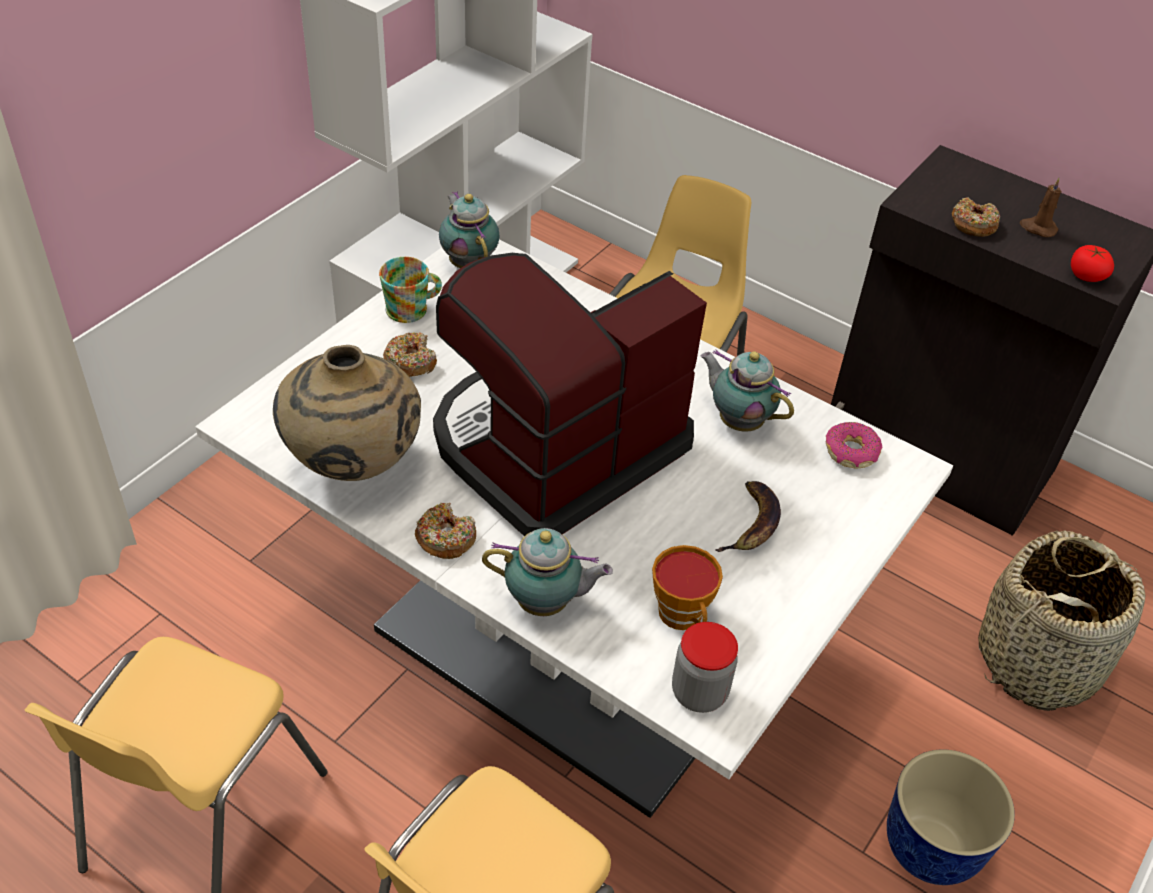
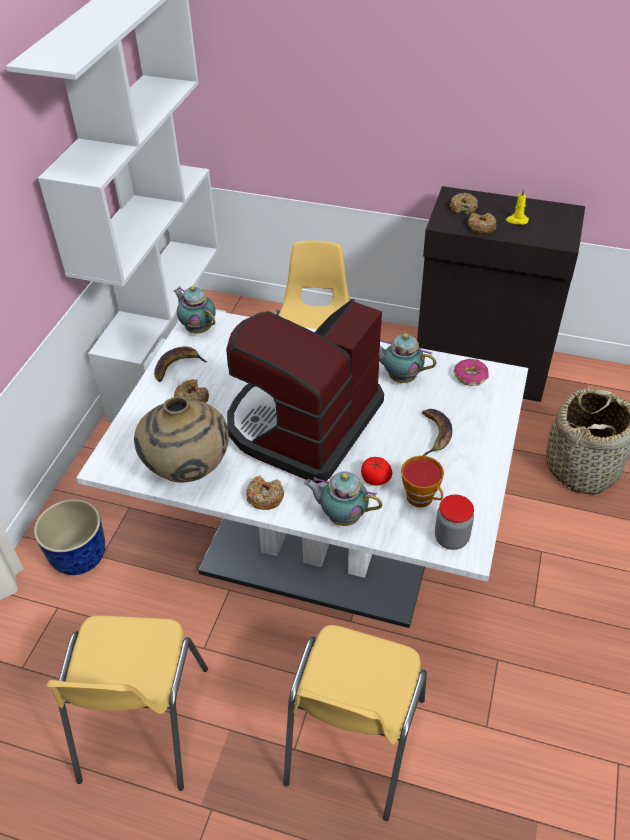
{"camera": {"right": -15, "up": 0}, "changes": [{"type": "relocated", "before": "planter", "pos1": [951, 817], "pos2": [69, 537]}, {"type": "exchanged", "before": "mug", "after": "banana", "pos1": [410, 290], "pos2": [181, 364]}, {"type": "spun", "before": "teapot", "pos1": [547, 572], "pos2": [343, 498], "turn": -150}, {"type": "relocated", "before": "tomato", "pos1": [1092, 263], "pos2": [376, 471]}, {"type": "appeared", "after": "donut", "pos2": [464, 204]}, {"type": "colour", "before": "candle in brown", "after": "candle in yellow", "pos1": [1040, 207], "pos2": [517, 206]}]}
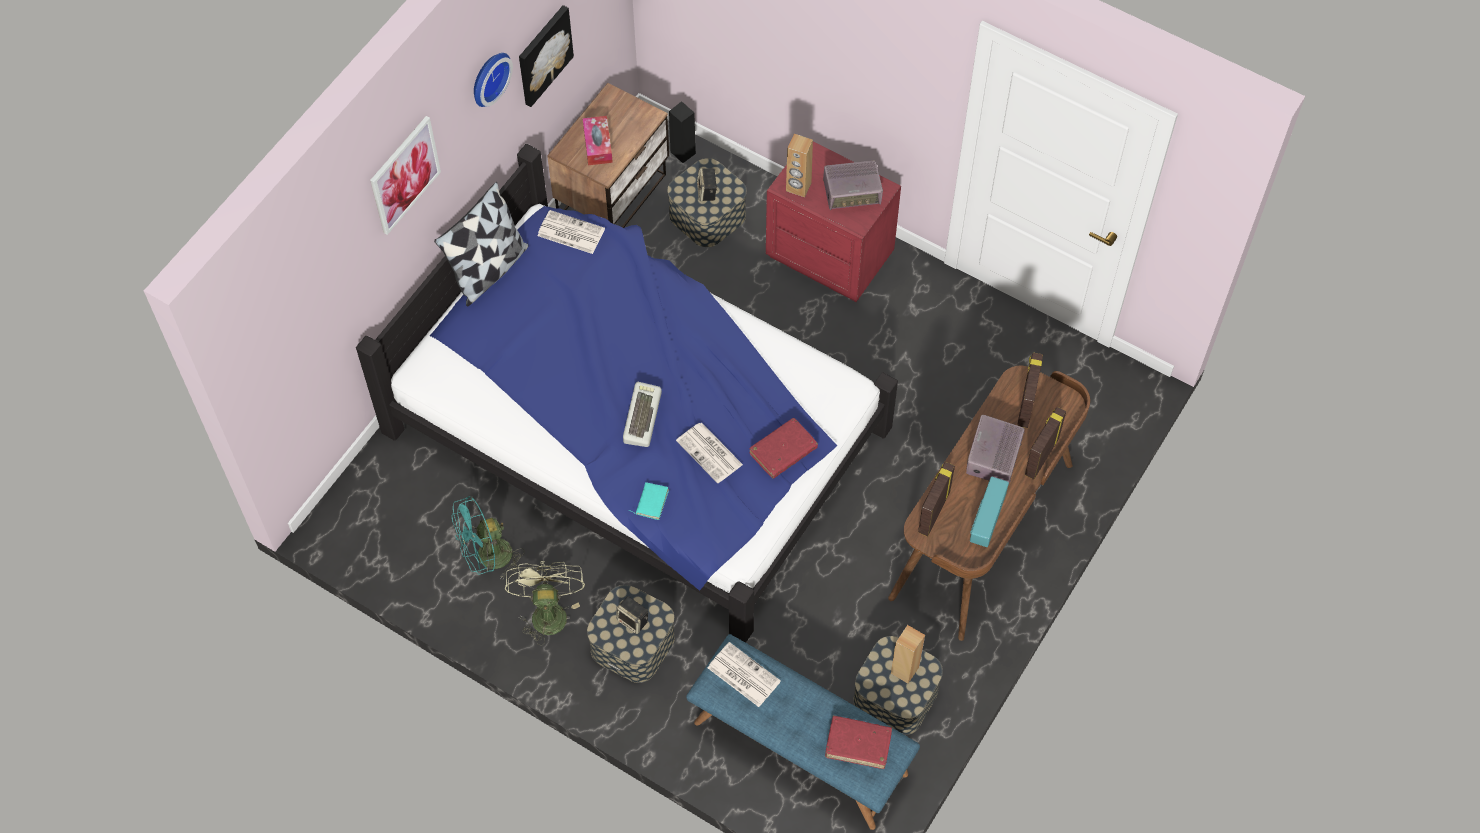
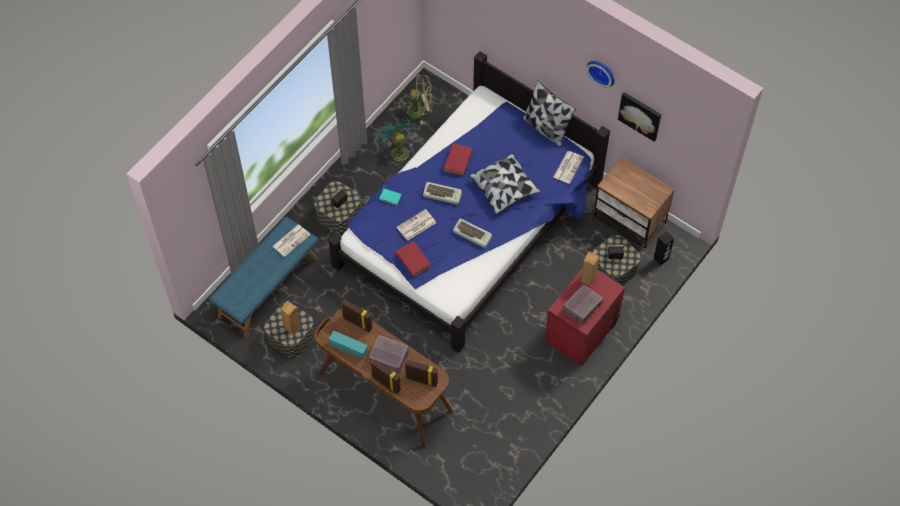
{"camera": {"right": 95, "up": 0}, "changes": [{"type": "relocated", "before": "fan in green", "pos1": [545, 603], "pos2": [417, 99]}, {"type": "relocated", "before": "book in red", "pos1": [858, 742], "pos2": [458, 159]}, {"type": "appeared", "after": "keyboard", "pos2": [472, 233]}, {"type": "appeared", "after": "pillow", "pos2": [505, 183]}, {"type": "spun", "before": "radio", "pos1": [853, 185], "pos2": [583, 305], "turn": -135}, {"type": "missing", "before": "picture", "pos1": [405, 175]}, {"type": "missing", "before": "tissue box", "pos1": [597, 140]}]}
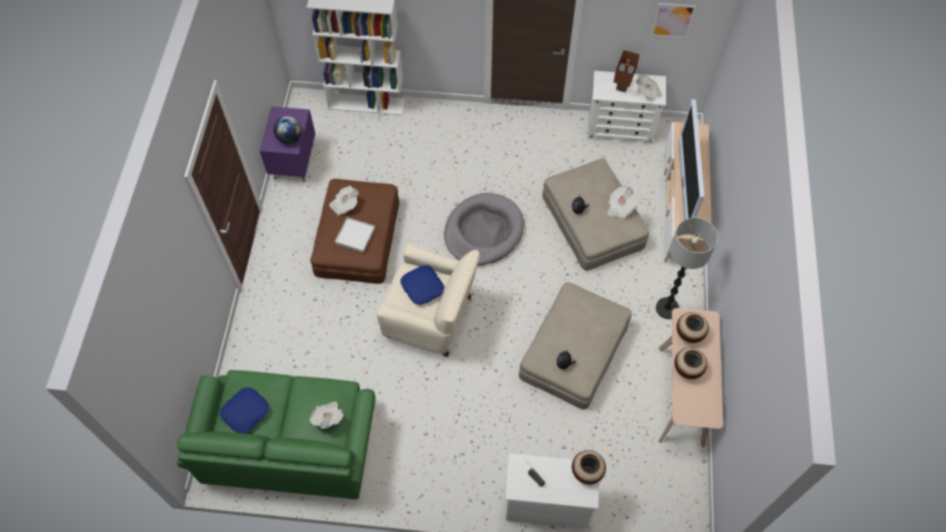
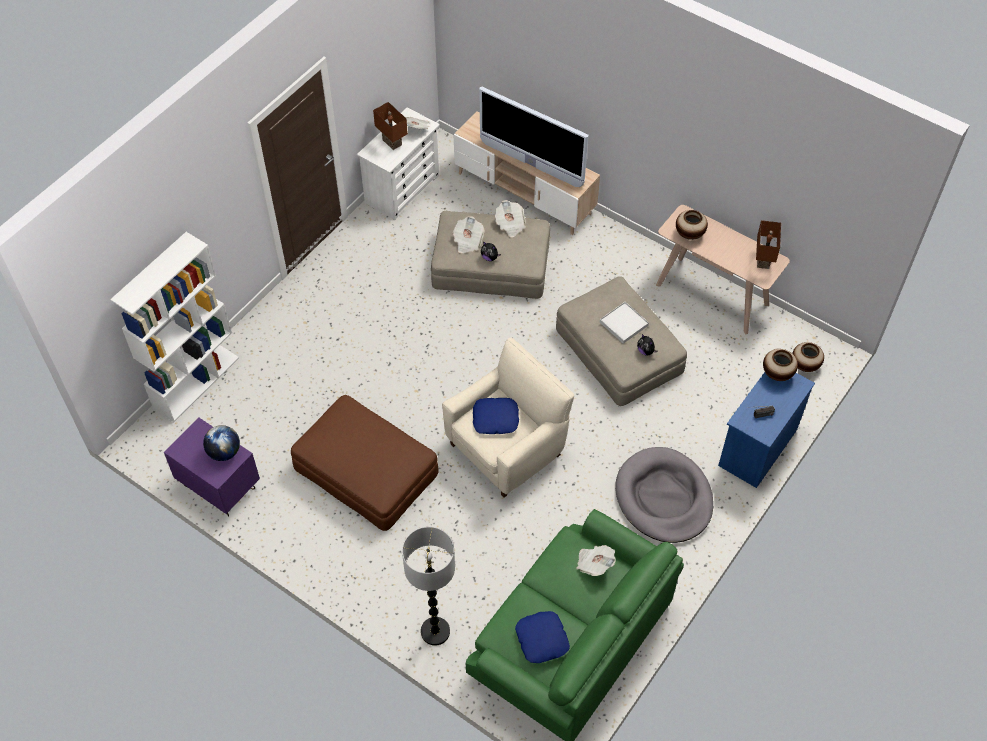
{"camera": {"right": -60, "up": -5}, "changes": [{"type": "relocated", "before": "floor lamp", "pos1": [687, 268], "pos2": [428, 586]}, {"type": "relocated", "before": "newspaper", "pos1": [344, 201], "pos2": [469, 234]}, {"type": "relocated", "before": "tray in white", "pos1": [355, 235], "pos2": [624, 323]}, {"type": "relocated", "before": "dog bed in grey", "pos1": [484, 229], "pos2": [664, 495]}, {"type": "colour", "before": "dresser in white", "after": "dresser in blue", "pos1": [552, 491], "pos2": [766, 430]}, {"type": "appeared", "after": "table lamp in brown", "pos2": [768, 244]}, {"type": "relocated", "before": "vase", "pos1": [690, 363], "pos2": [808, 357]}, {"type": "missing", "before": "picture", "pos1": [673, 20]}]}
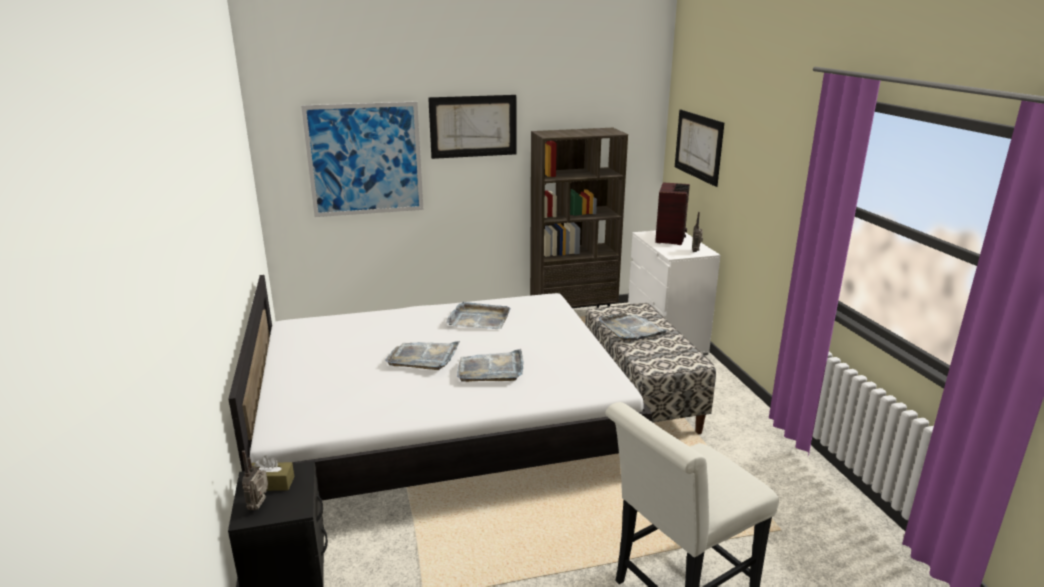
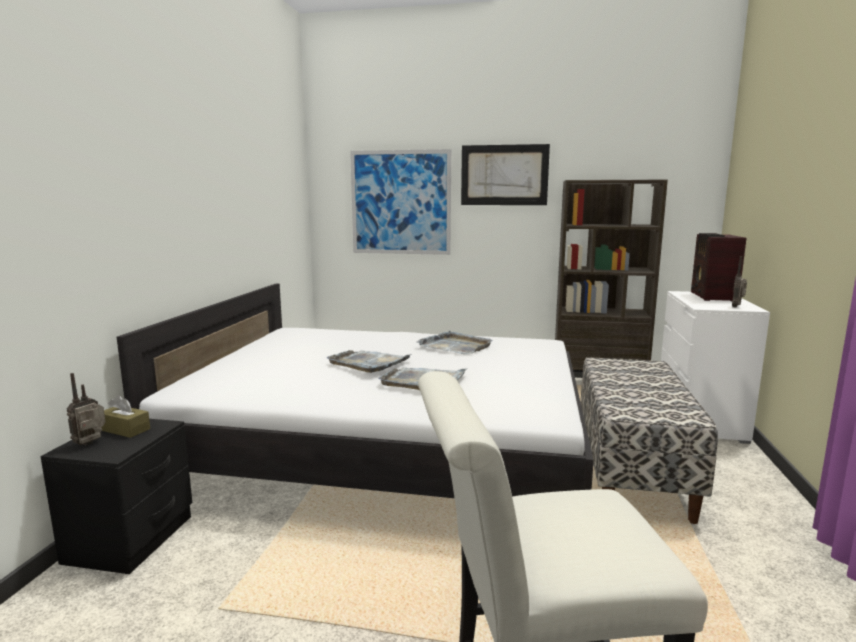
{"camera": {"right": 25, "up": -10}, "changes": [{"type": "spun", "before": "radio", "pos1": [672, 213], "pos2": [718, 267], "turn": 150}, {"type": "missing", "before": "tray in grey", "pos1": [634, 327]}, {"type": "missing", "before": "picture", "pos1": [699, 148]}]}
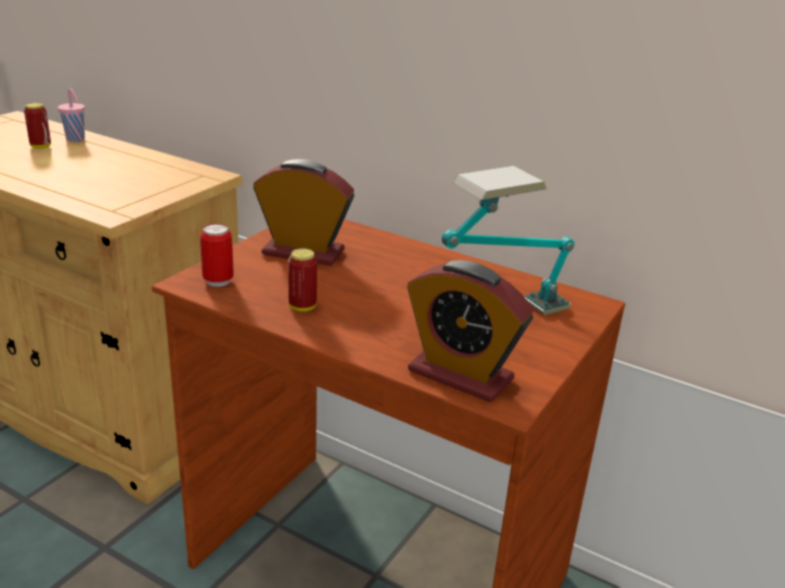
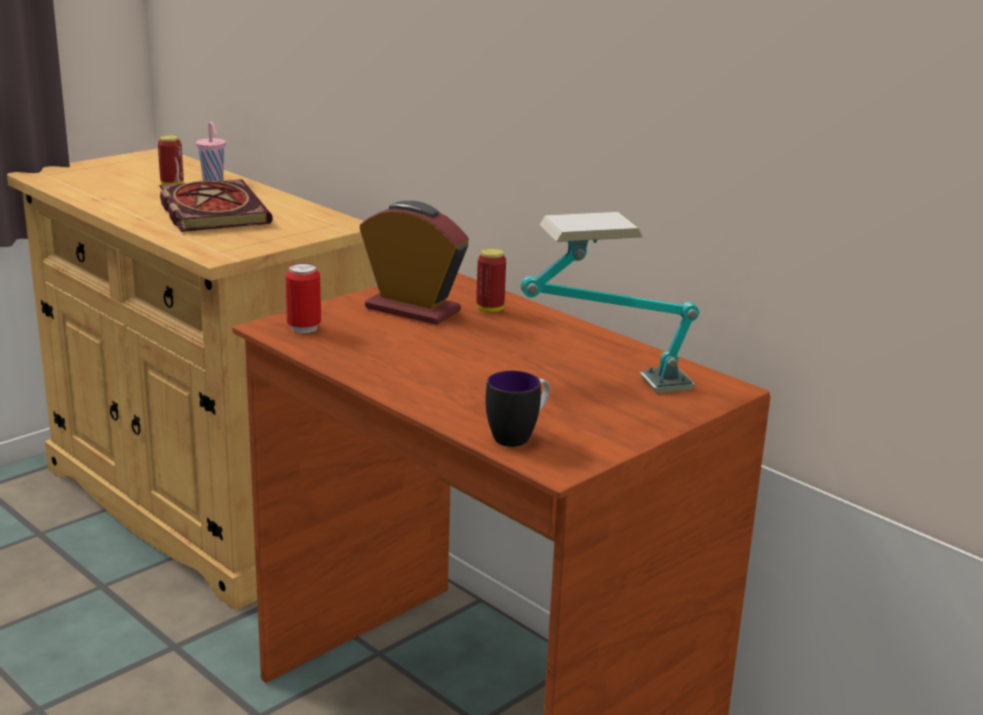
{"camera": {"right": 15, "up": -5}, "changes": [{"type": "appeared", "after": "book", "pos2": [216, 205]}, {"type": "relocated", "before": "can", "pos1": [302, 280], "pos2": [491, 280]}, {"type": "exchanged", "before": "alarm clock", "after": "mug", "pos1": [470, 331], "pos2": [518, 409]}]}
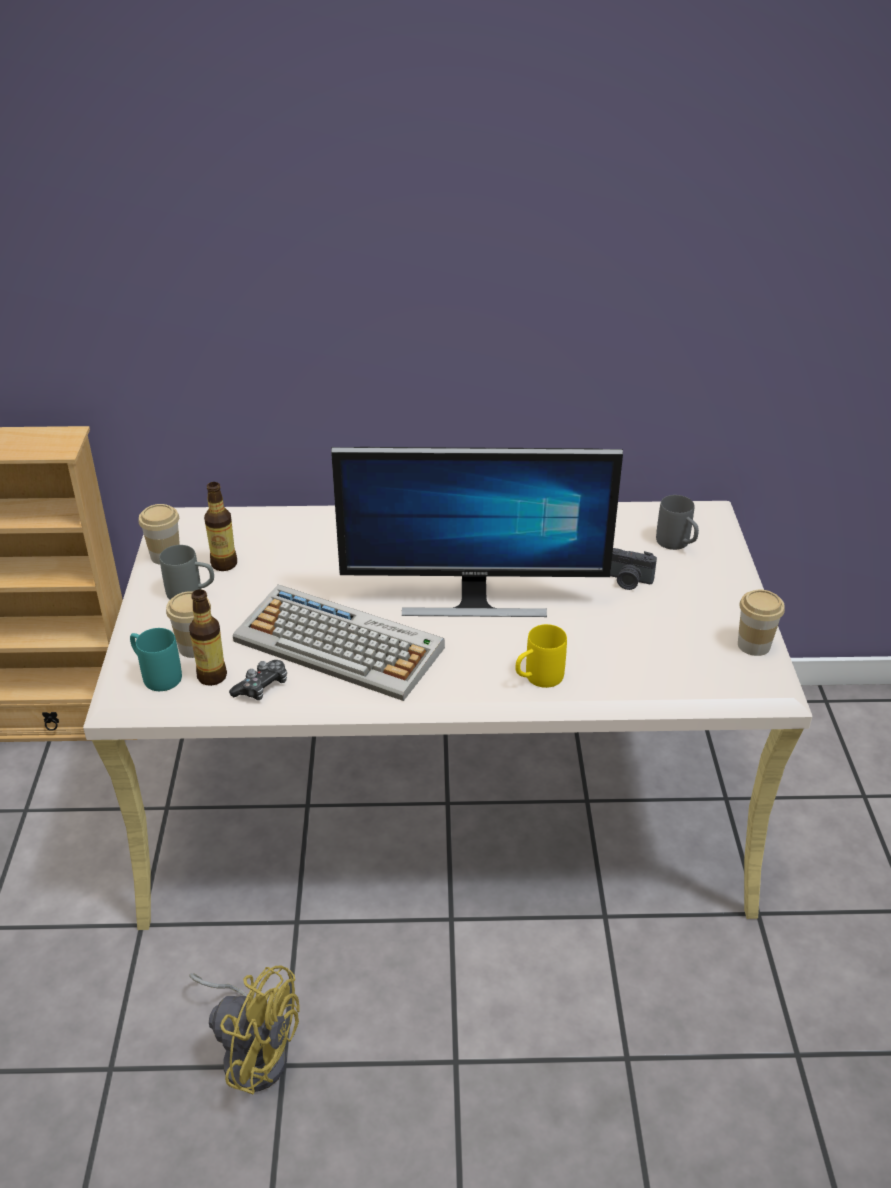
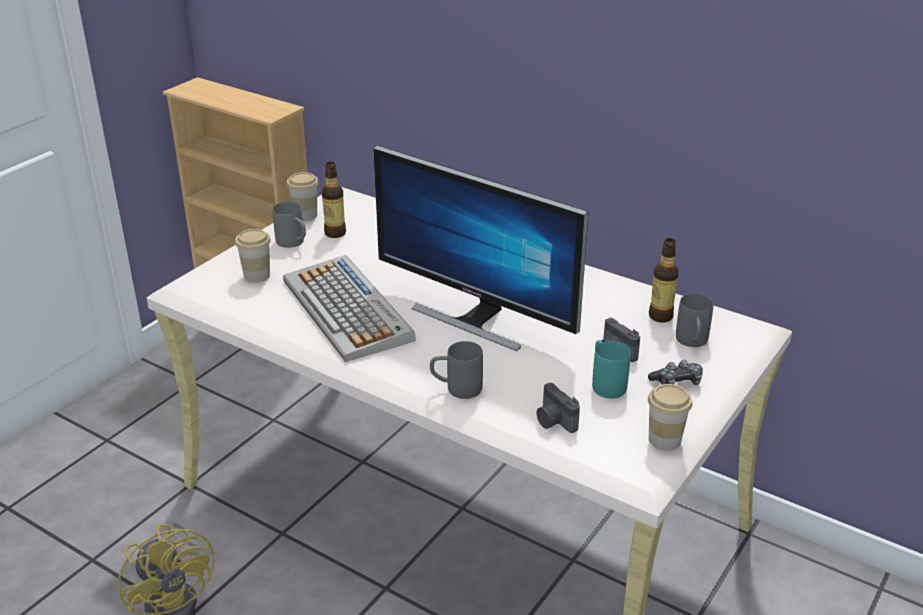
{"camera": {"right": 35, "up": -5}, "changes": [{"type": "colour", "before": "mug in yellow", "after": "mug in grey", "pos1": [541, 656], "pos2": [456, 370]}, {"type": "appeared", "after": "photo camera", "pos2": [558, 408]}, {"type": "relocated", "before": "mug in turquoise", "pos1": [156, 659], "pos2": [611, 369]}, {"type": "relocated", "before": "game controller", "pos1": [258, 680], "pos2": [675, 372]}, {"type": "relocated", "before": "bottle", "pos1": [208, 637], "pos2": [664, 280]}]}
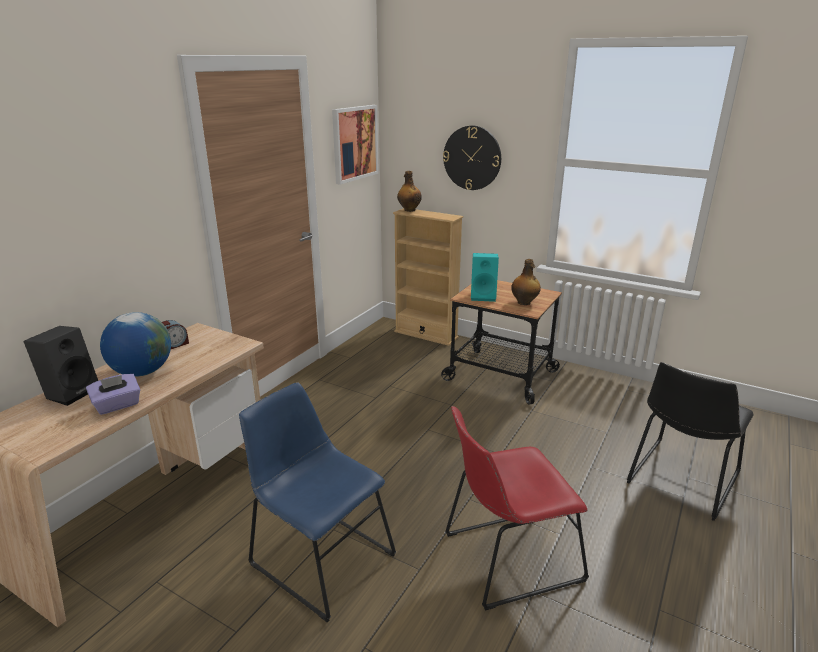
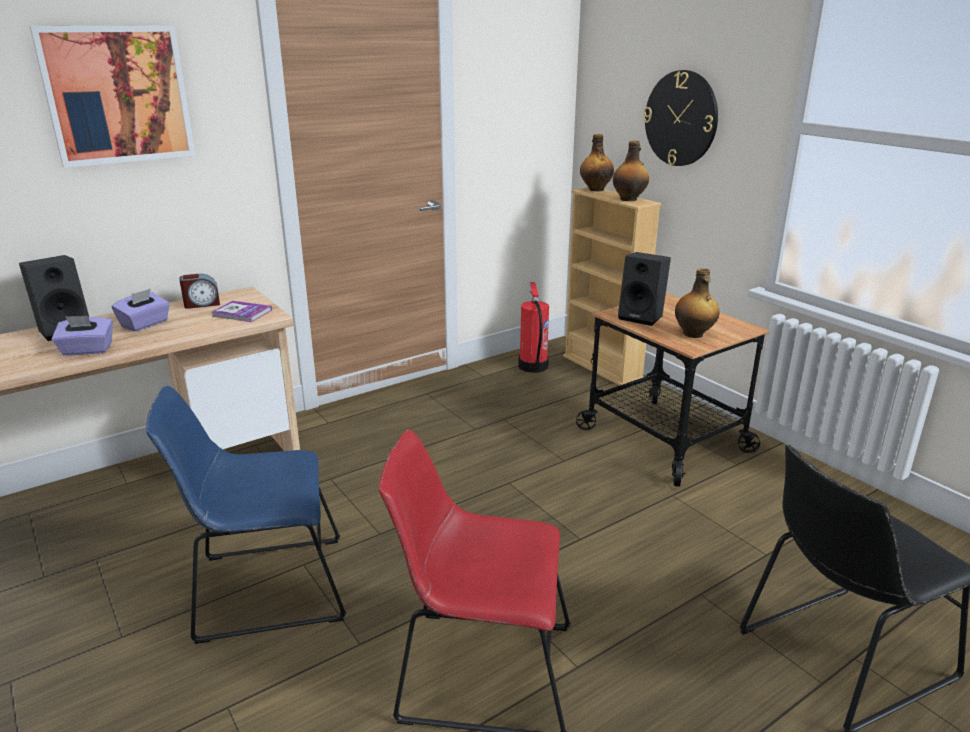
{"camera": {"right": 25, "up": 0}, "changes": [{"type": "relocated", "before": "picture", "pos1": [355, 144], "pos2": [112, 96]}, {"type": "exchanged", "before": "globe", "after": "tissue box in purple", "pos1": [135, 344], "pos2": [141, 310]}, {"type": "spun", "before": "chair in blue", "pos1": [317, 502], "pos2": [246, 515], "turn": -75}, {"type": "appeared", "after": "book", "pos2": [242, 311]}, {"type": "appeared", "after": "fire extinguisher", "pos2": [533, 327]}, {"type": "appeared", "after": "bottle", "pos2": [631, 171]}, {"type": "colour", "before": "speaker in turquoise", "after": "speaker in black", "pos1": [485, 277], "pos2": [644, 289]}]}
